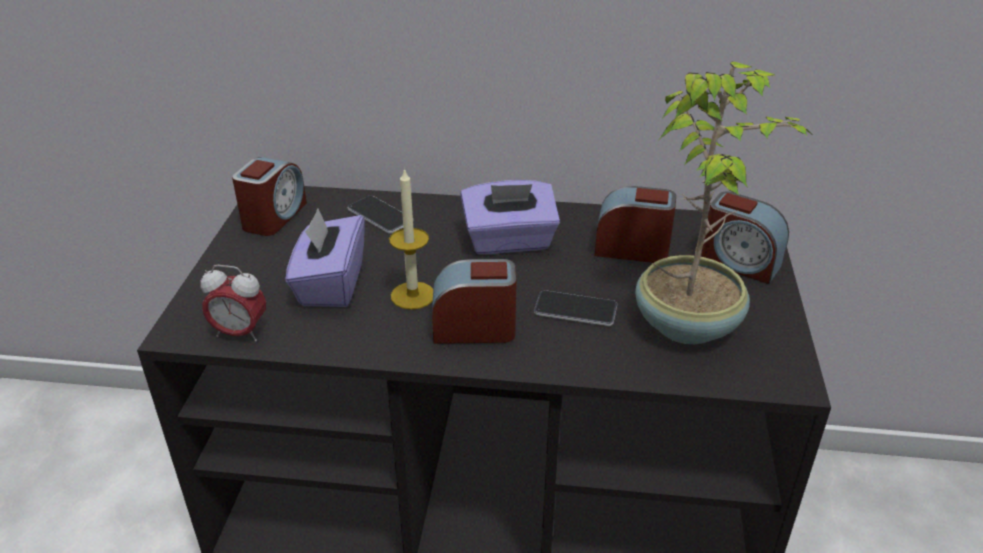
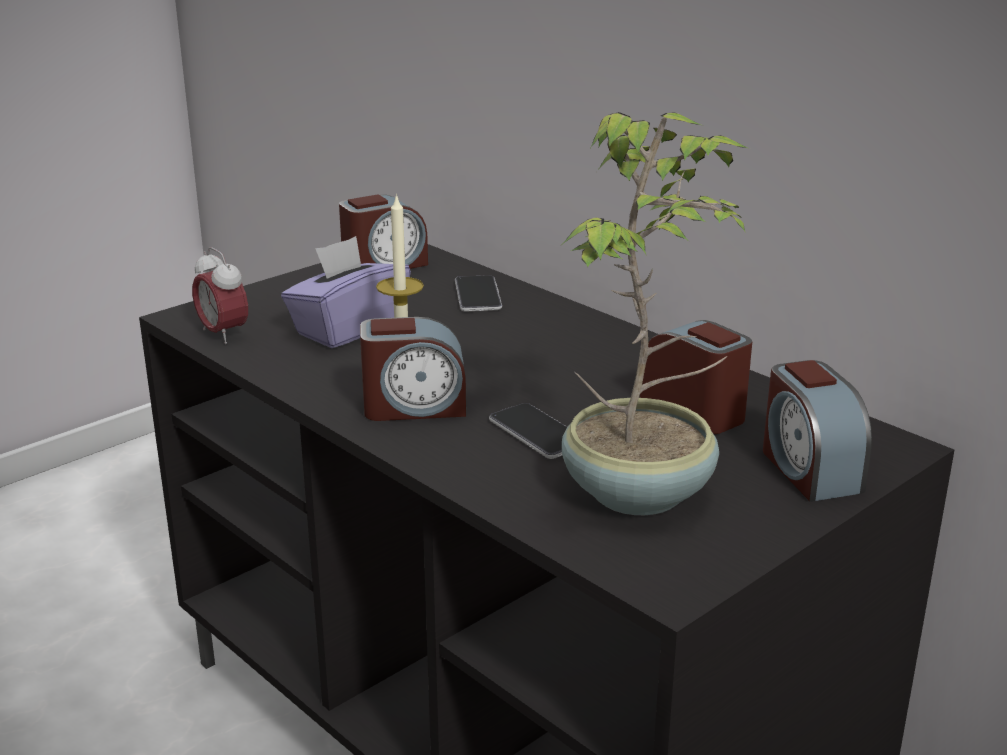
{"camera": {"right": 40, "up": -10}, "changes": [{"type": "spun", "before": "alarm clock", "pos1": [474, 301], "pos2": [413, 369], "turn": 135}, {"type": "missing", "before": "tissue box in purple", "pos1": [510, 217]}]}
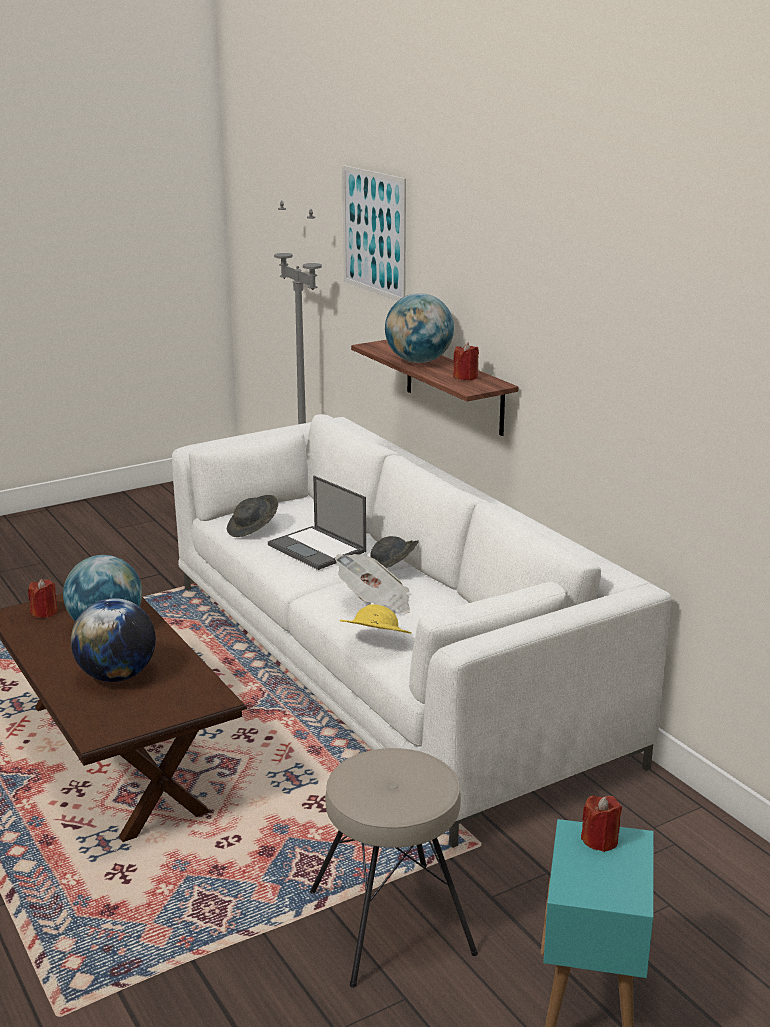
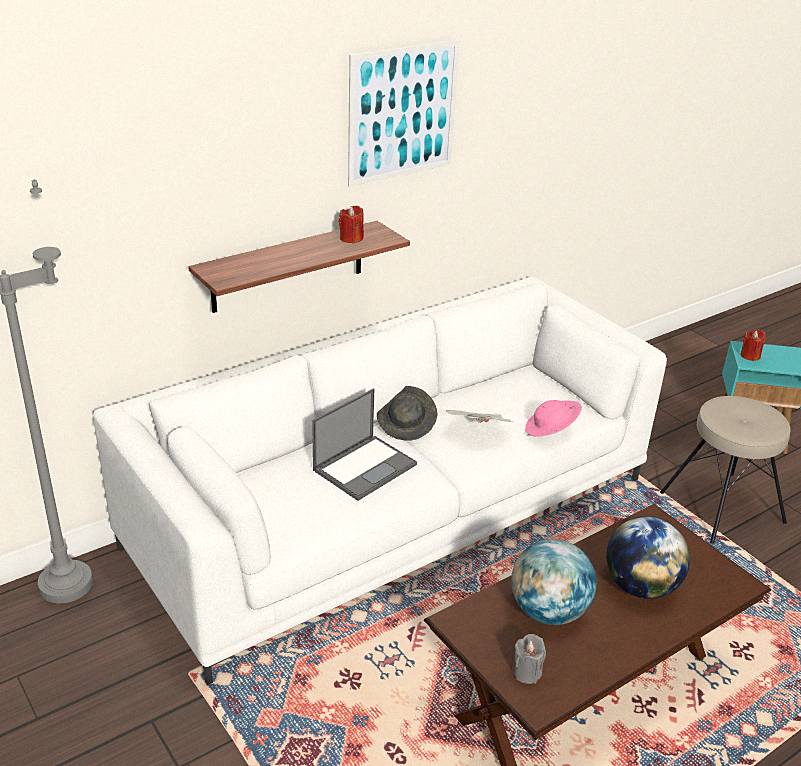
{"camera": {"right": -95, "up": 10}, "changes": [{"type": "relocated", "before": "picture", "pos1": [374, 233], "pos2": [403, 113]}, {"type": "colour", "before": "candle in red", "after": "candle in grey", "pos1": [43, 598], "pos2": [529, 659]}, {"type": "colour", "before": "hat in yellow", "after": "hat in pink", "pos1": [376, 618], "pos2": [553, 418]}, {"type": "missing", "before": "hat in grey", "pos1": [252, 516]}, {"type": "missing", "before": "globe", "pos1": [419, 328]}]}
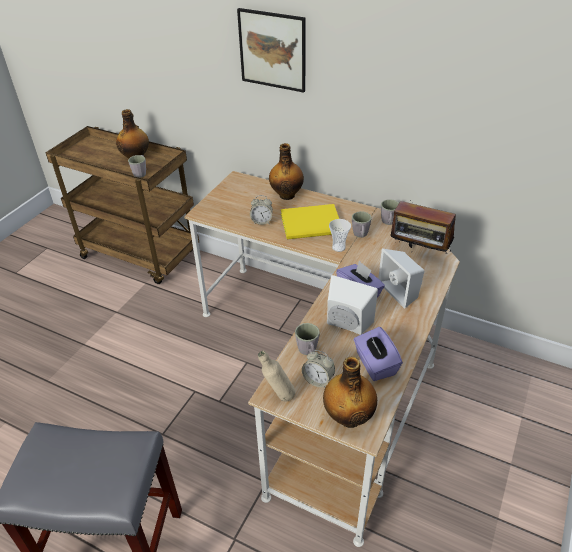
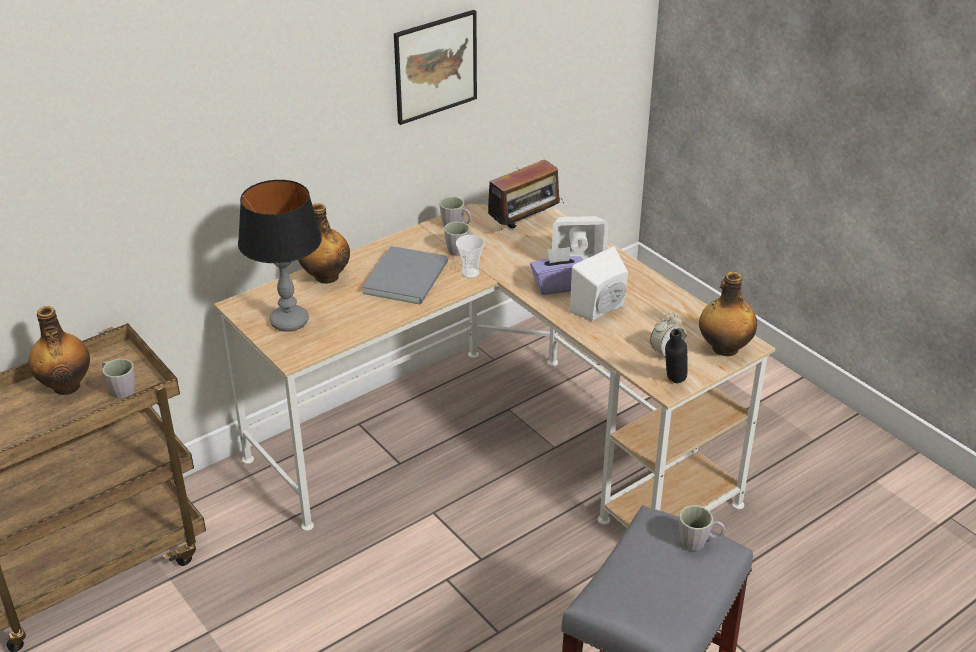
{"camera": {"right": -65, "up": -5}, "changes": [{"type": "appeared", "after": "table lamp", "pos2": [280, 256]}, {"type": "colour", "before": "book in yellow", "after": "book in grey", "pos1": [310, 221], "pos2": [405, 275]}, {"type": "relocated", "before": "picture", "pos1": [271, 50], "pos2": [435, 67]}, {"type": "colour", "before": "bottle in beige", "after": "bottle in black", "pos1": [276, 376], "pos2": [676, 356]}, {"type": "relocated", "before": "mug in grey", "pos1": [307, 339], "pos2": [702, 527]}, {"type": "missing", "before": "alarm clock", "pos1": [261, 210]}, {"type": "missing", "before": "tissue box in purple", "pos1": [378, 354]}]}
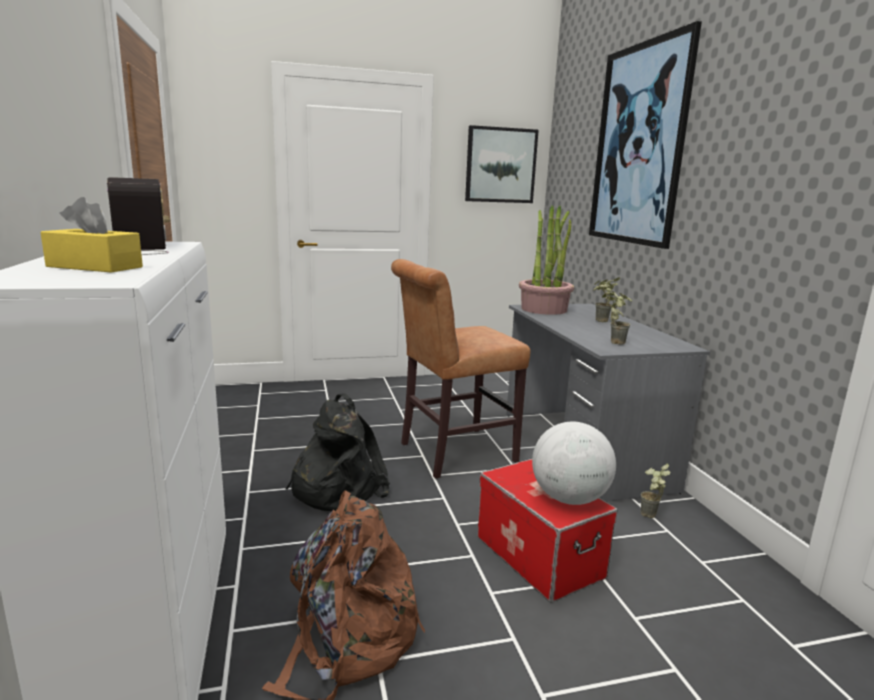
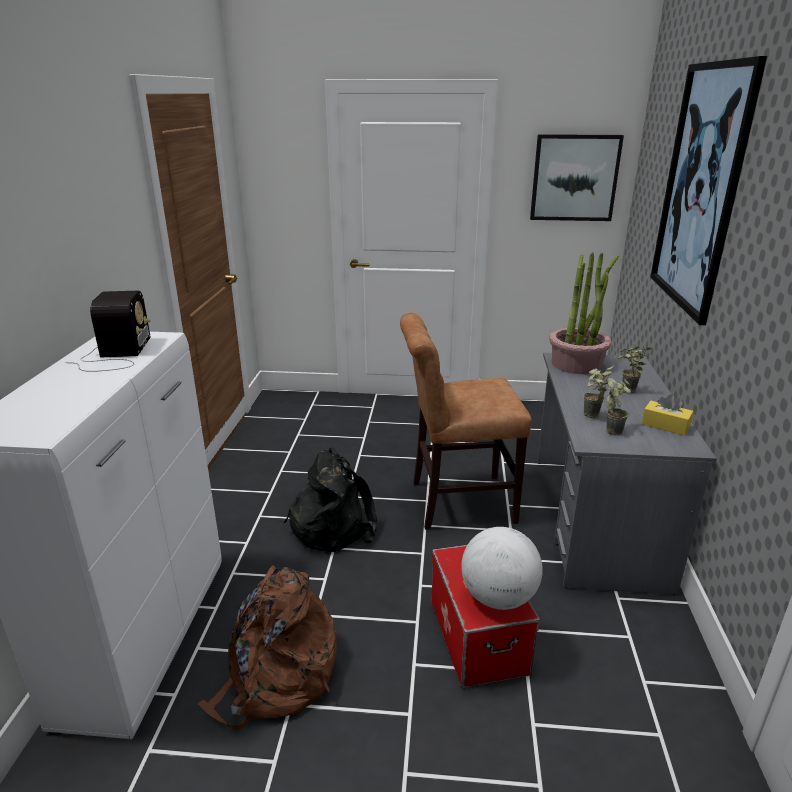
{"camera": {"right": 20, "up": 10}, "changes": [{"type": "relocated", "before": "potted plant", "pos1": [656, 491], "pos2": [599, 391]}, {"type": "relocated", "before": "tissue box in yellow", "pos1": [91, 234], "pos2": [668, 415]}]}
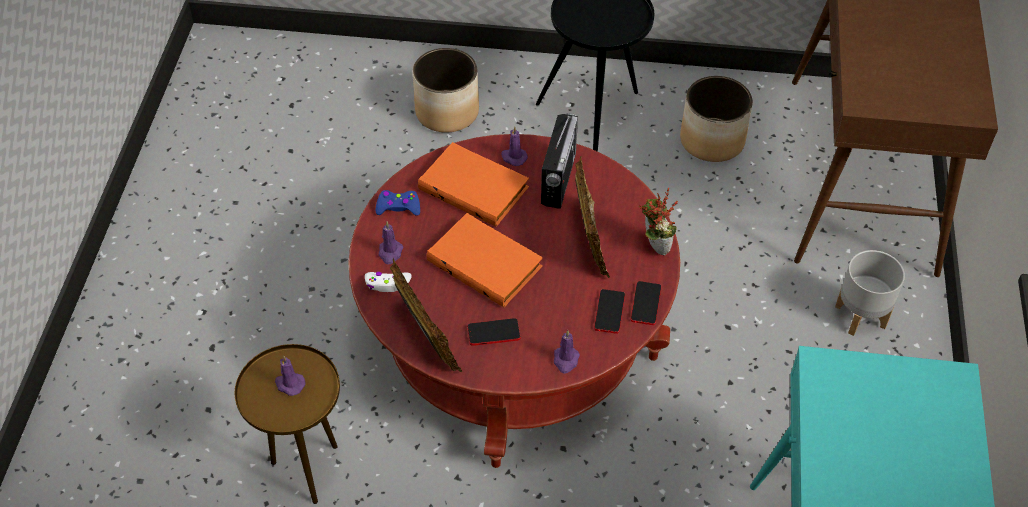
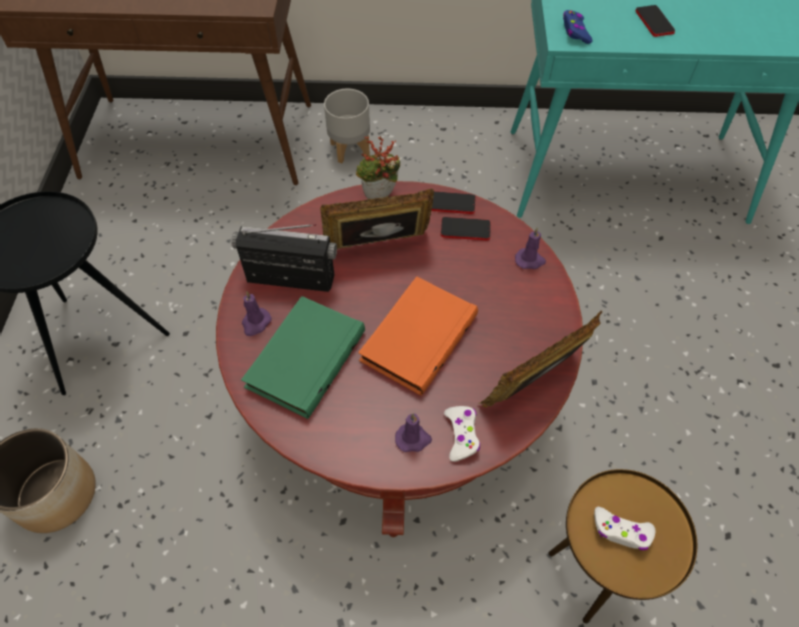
{"camera": {"right": -95, "up": 5}, "changes": [{"type": "colour", "before": "book in orange", "after": "book in green", "pos1": [473, 184], "pos2": [303, 357]}, {"type": "relocated", "before": "game controller in blue", "pos1": [398, 203], "pos2": [577, 27]}, {"type": "exchanged", "before": "candle in purple", "after": "game controller in white", "pos1": [290, 376], "pos2": [624, 528]}, {"type": "relocated", "before": "phone", "pos1": [494, 332], "pos2": [655, 21]}, {"type": "missing", "before": "planter", "pos1": [716, 119]}]}
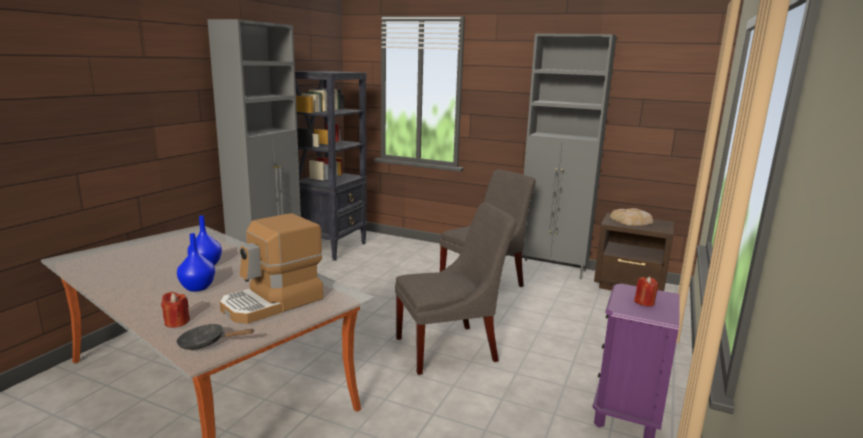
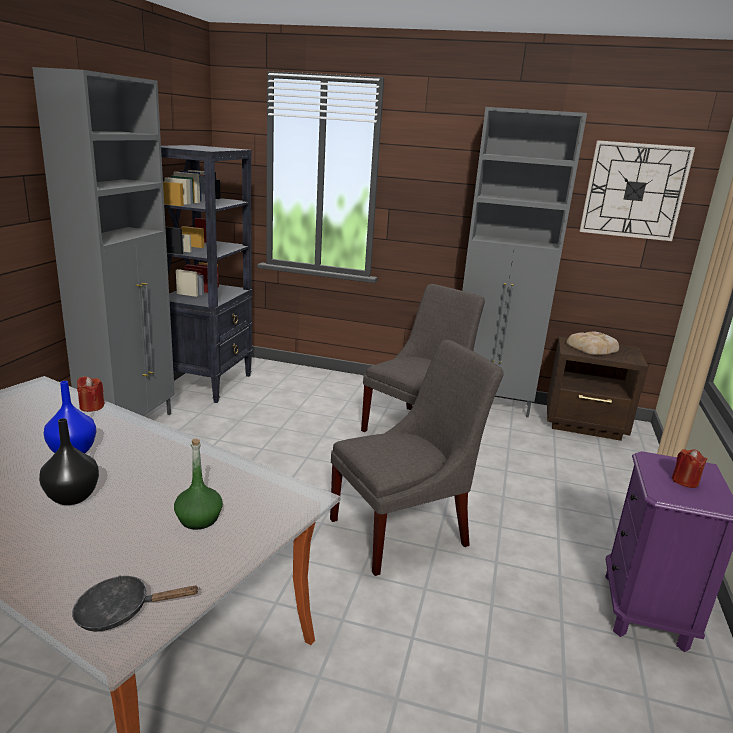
{"camera": {"right": -10, "up": 5}, "changes": [{"type": "colour", "before": "vase in blue", "after": "vase in black", "pos1": [196, 262], "pos2": [69, 461]}, {"type": "relocated", "before": "candle in red", "pos1": [175, 310], "pos2": [91, 394]}, {"type": "exchanged", "before": "coffee machine", "after": "bottle in green", "pos1": [271, 268], "pos2": [198, 484]}, {"type": "appeared", "after": "wall clock", "pos2": [637, 190]}]}
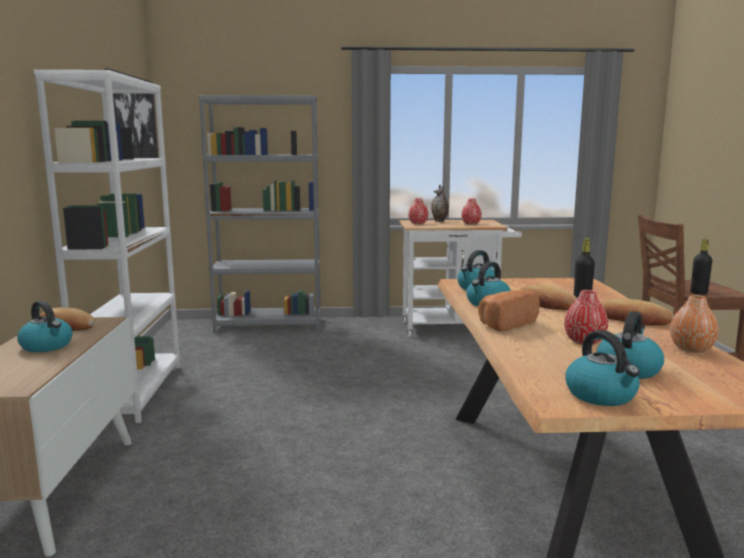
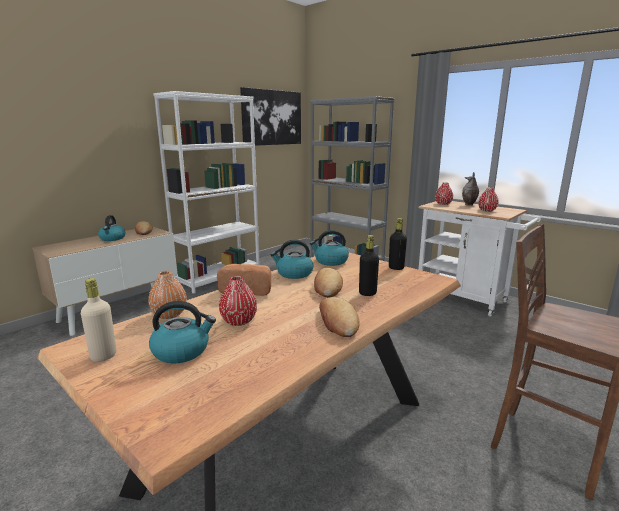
{"camera": {"right": 45, "up": 5}, "changes": [{"type": "exchanged", "before": "kettle", "after": "bottle in beige", "pos1": [602, 368], "pos2": [98, 320]}, {"type": "relocated", "before": "vase in orange", "pos1": [694, 324], "pos2": [167, 295]}, {"type": "relocated", "before": "bottle in black", "pos1": [701, 267], "pos2": [398, 244]}]}
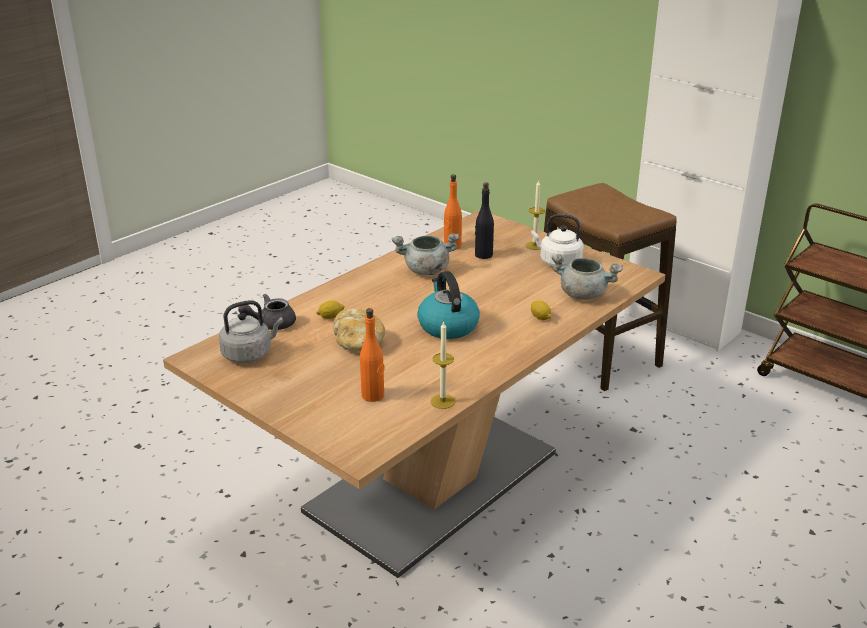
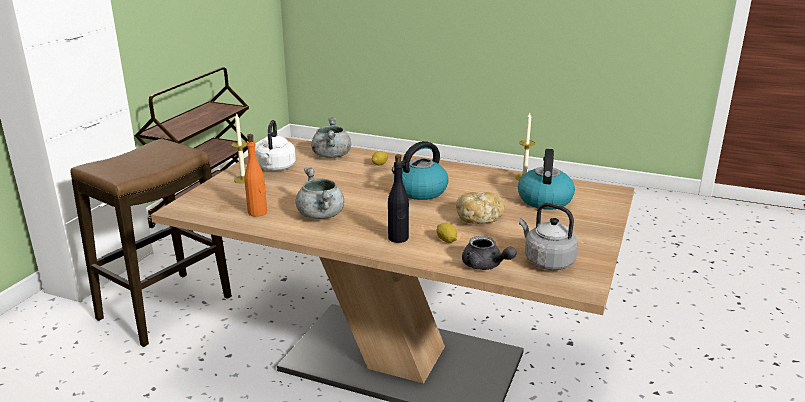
{"camera": {"right": -110, "up": -5}, "changes": [{"type": "relocated", "before": "bottle in black", "pos1": [484, 220], "pos2": [398, 198]}, {"type": "exchanged", "before": "bottle in orange", "after": "kettle", "pos1": [372, 355], "pos2": [546, 179]}]}
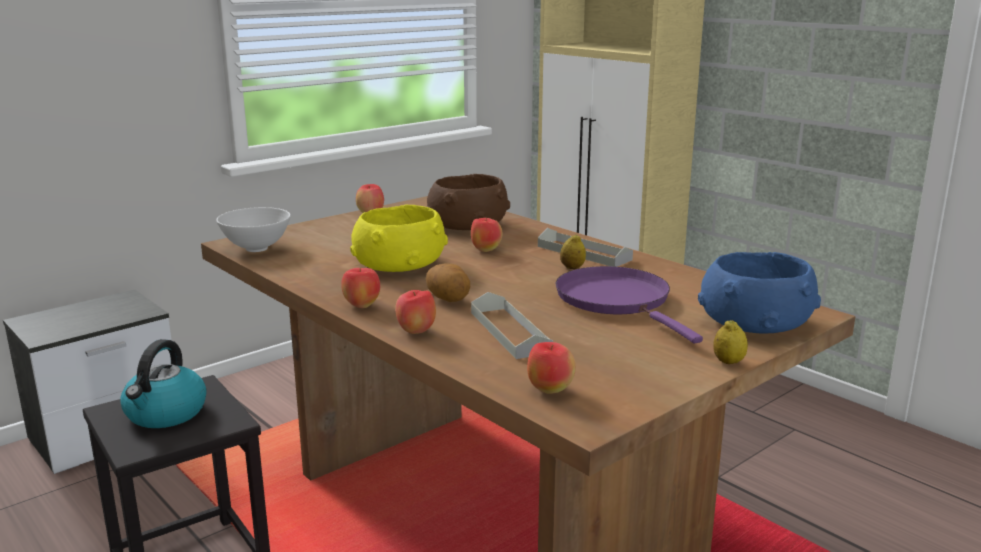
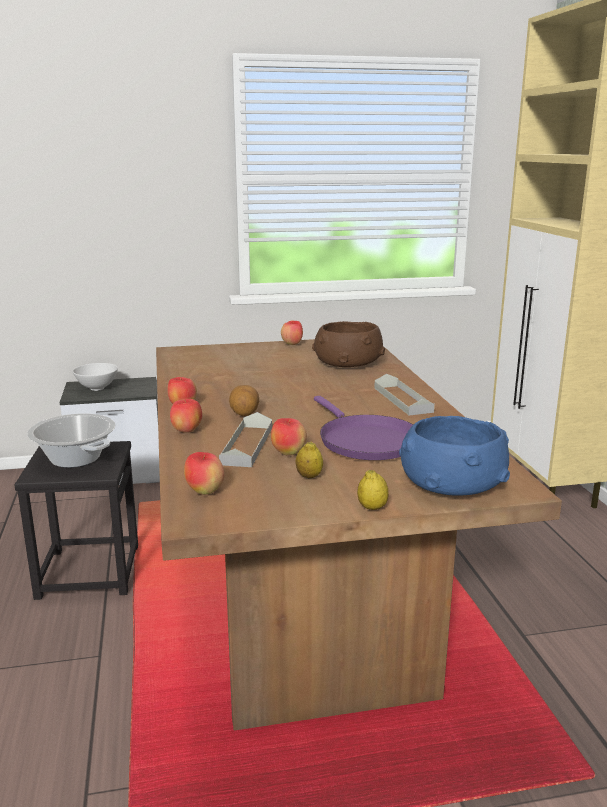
{"camera": {"right": 30, "up": 0}, "changes": [{"type": "exchanged", "before": "kettle", "after": "cooking pot", "pos1": [163, 383], "pos2": [71, 441]}, {"type": "relocated", "before": "bowl in white", "pos1": [253, 229], "pos2": [95, 377]}, {"type": "relocated", "before": "apple", "pos1": [487, 235], "pos2": [289, 436]}, {"type": "relocated", "before": "lemon", "pos1": [573, 251], "pos2": [309, 459]}, {"type": "spun", "before": "frying pan in purple", "pos1": [629, 304], "pos2": [363, 428], "turn": 150}, {"type": "missing", "before": "bowl in yellow", "pos1": [399, 238]}]}
